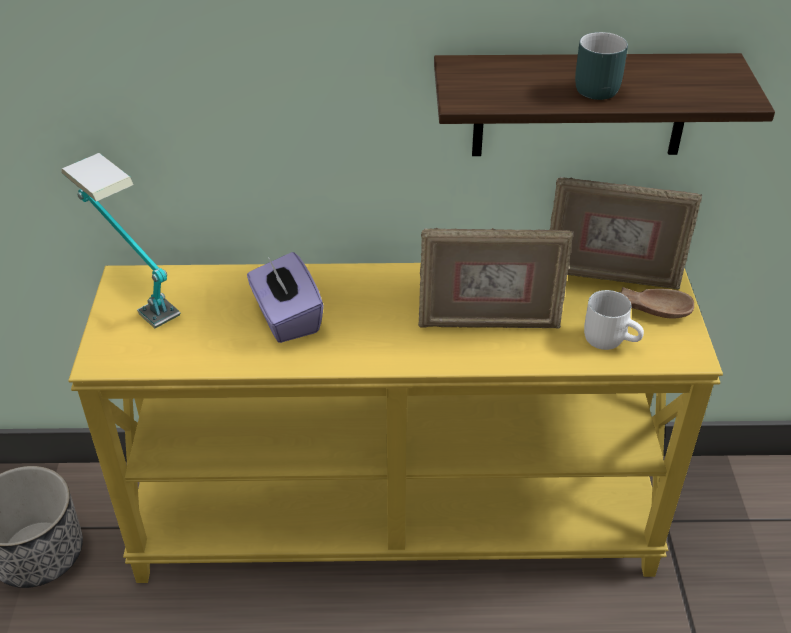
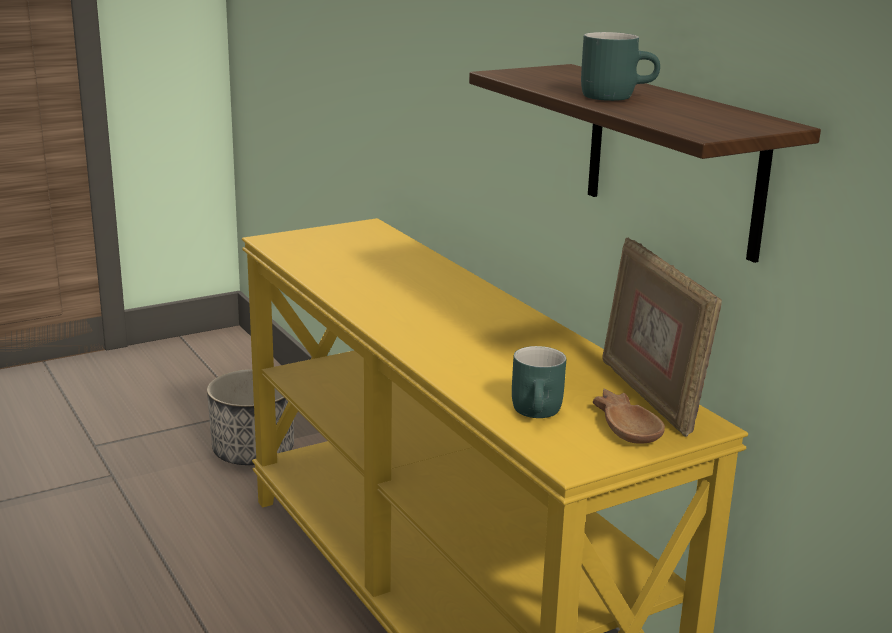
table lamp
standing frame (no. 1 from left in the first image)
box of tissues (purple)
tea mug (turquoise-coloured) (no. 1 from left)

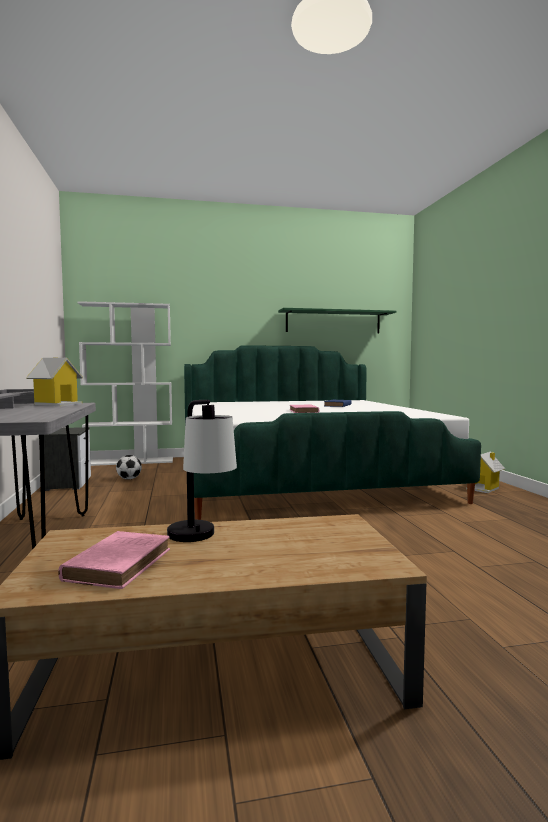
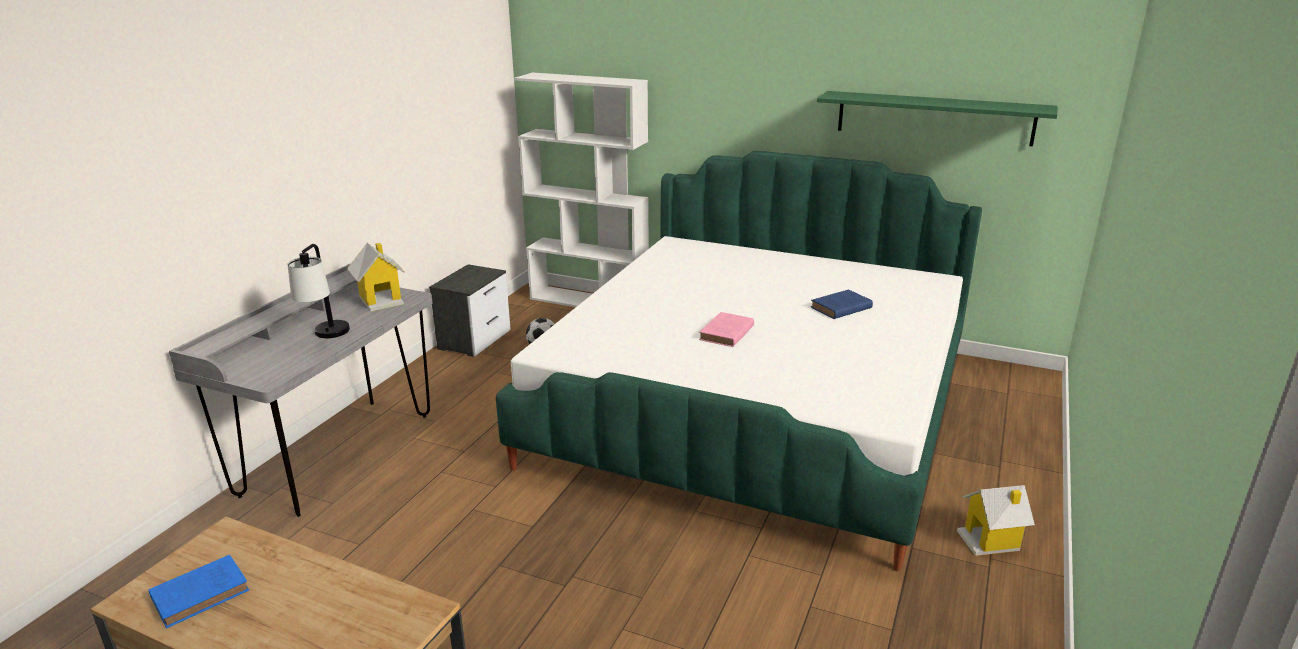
table lamp
bound book (blue) (no. 1 from left)

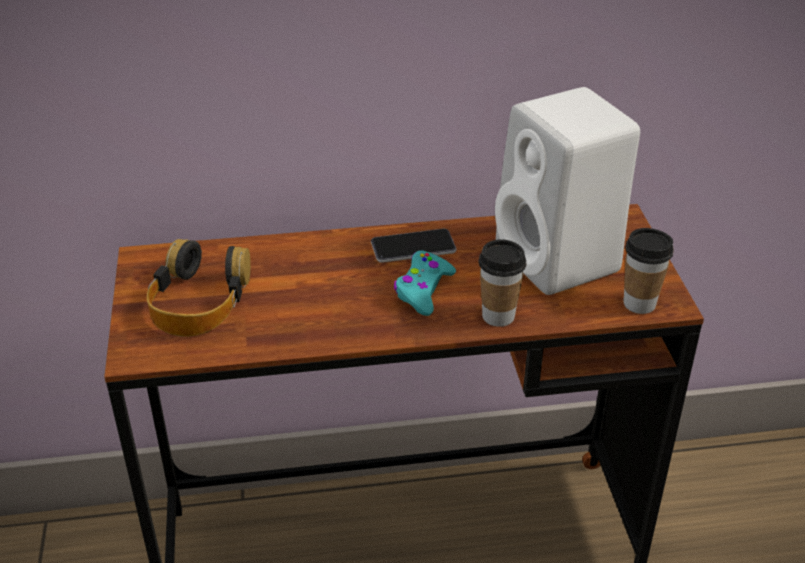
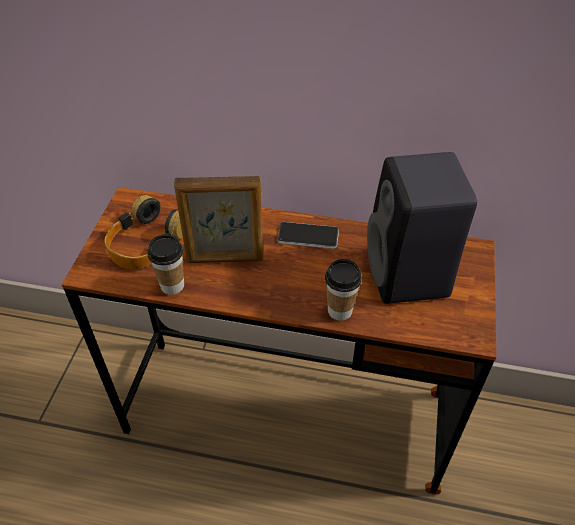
loudspeaker (black-coloured)
drinking cup (no. 1 from left)
game controller (turquoise-coloured)
standing frame

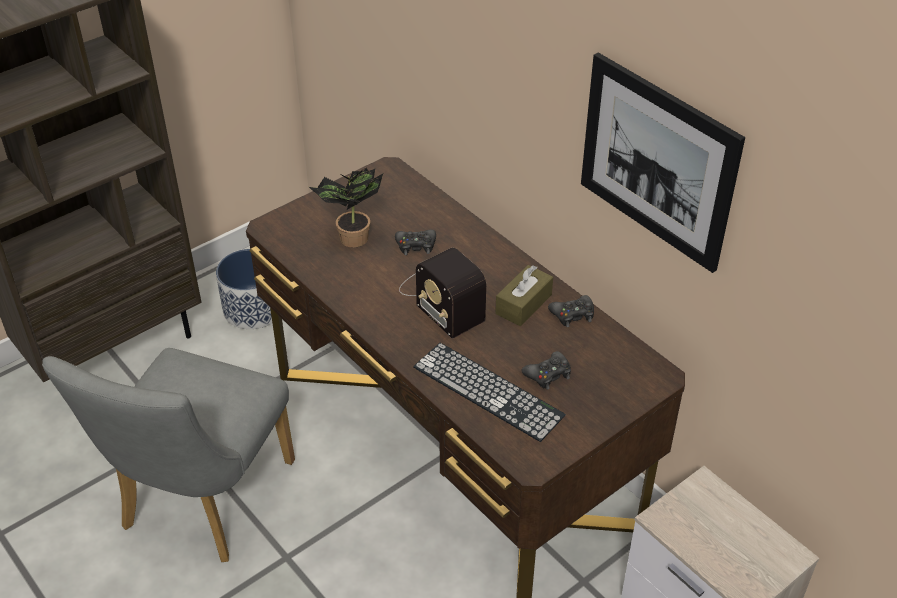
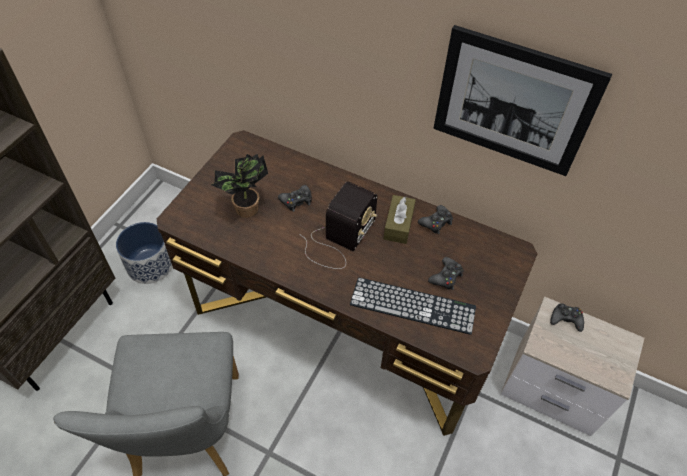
radio
game controller (black-coloured) (no. 4 from left)

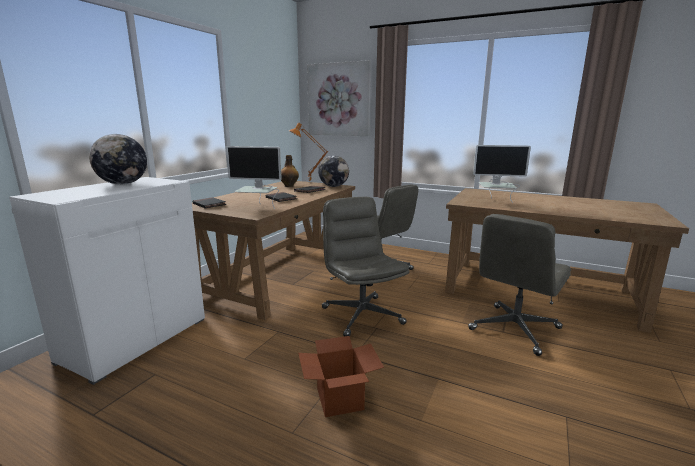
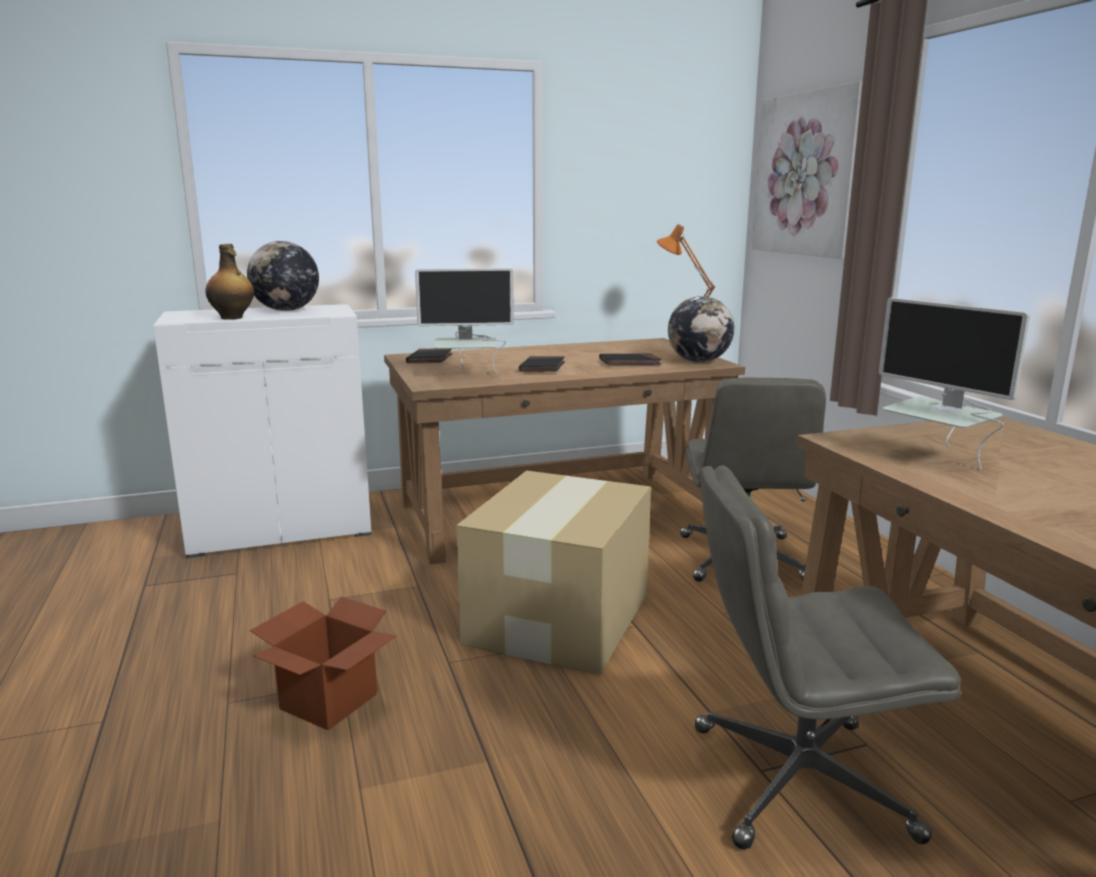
monitor (no. 1 from left)
beverage bottle
carton (no. 2 from left)

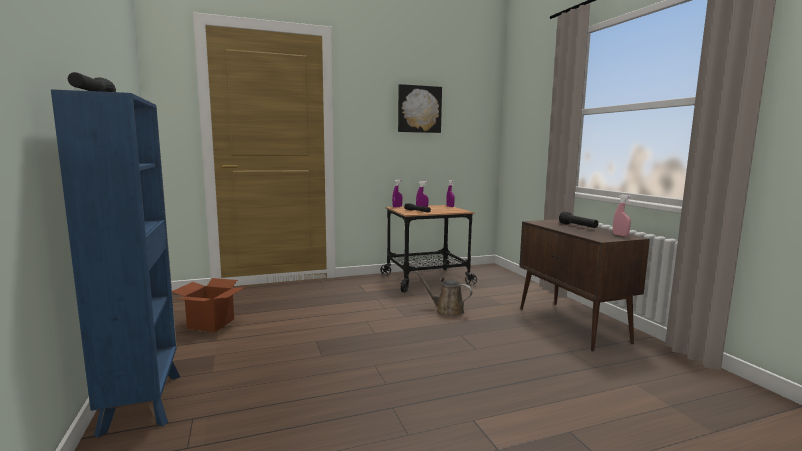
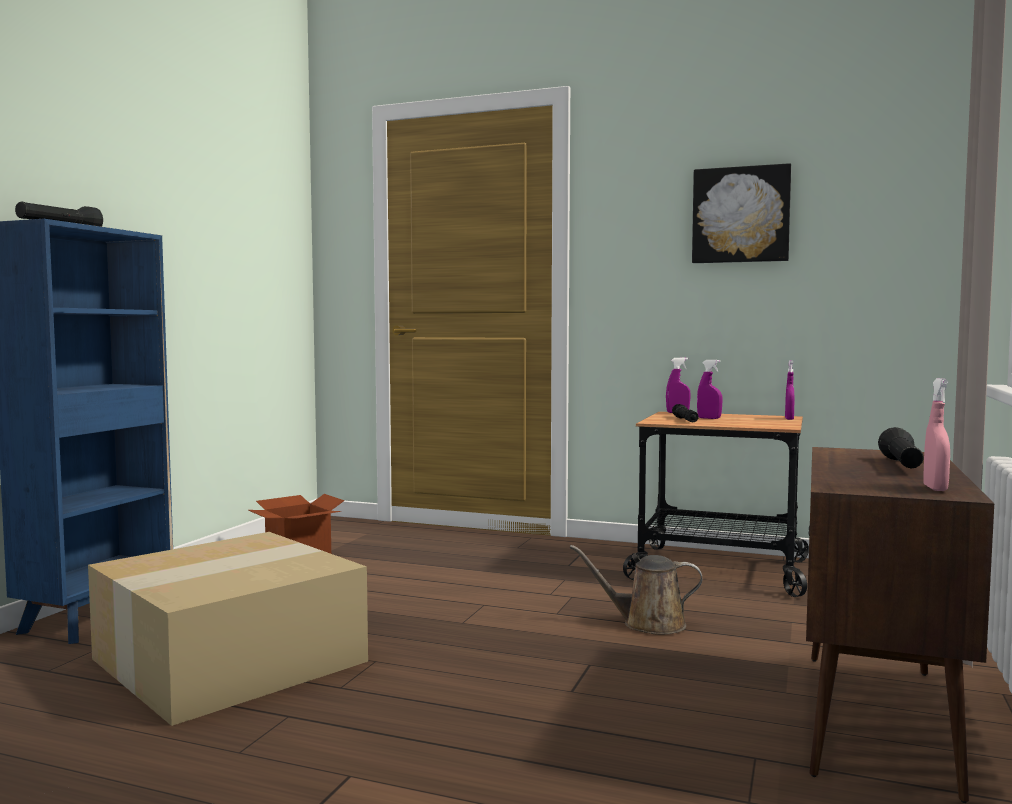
sprinkling can (brownish)
carton (no. 1 from left)

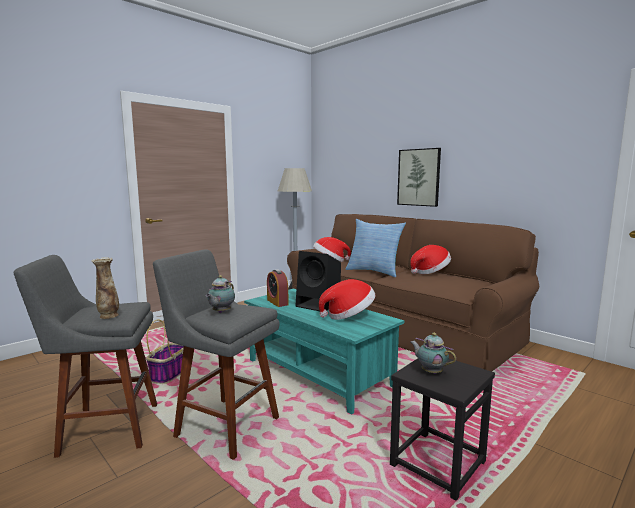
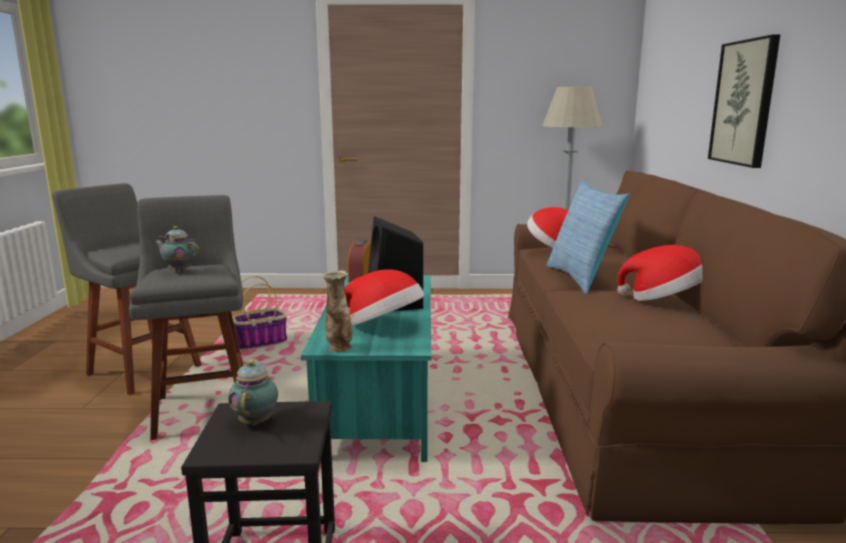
vase
pot for tea (no. 1 from left)

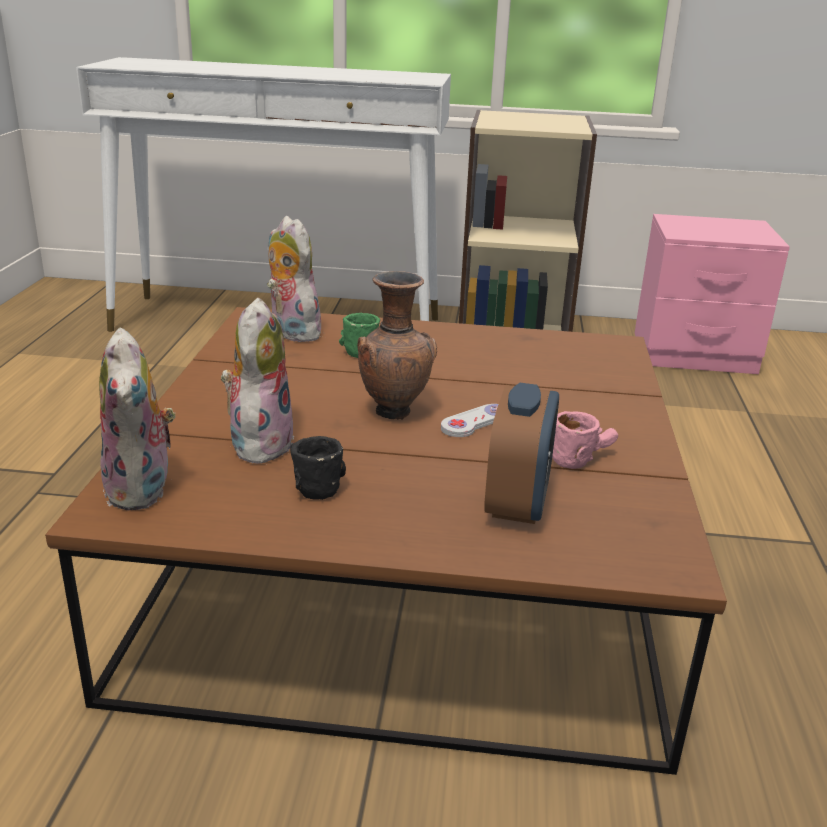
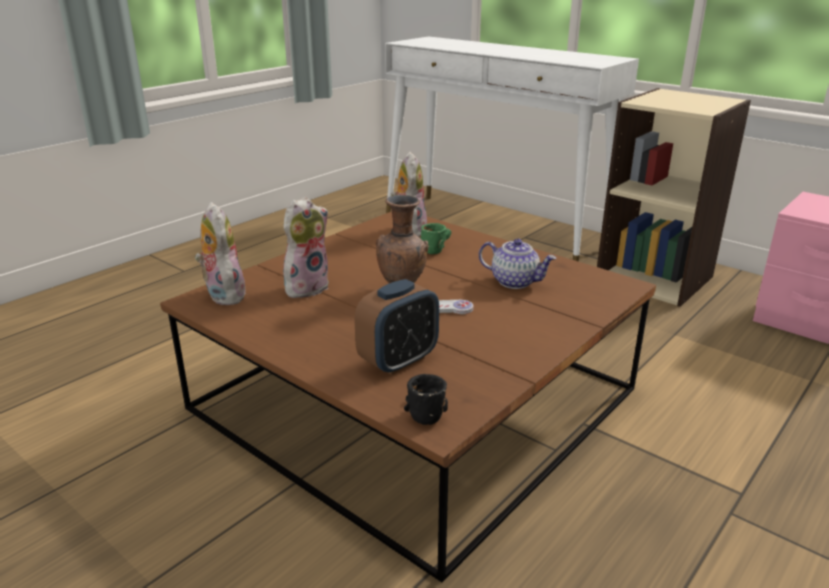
soft toy (no. 1 from left)
tea mug (pinkish)
tea mug (black-coloured)
pot for tea

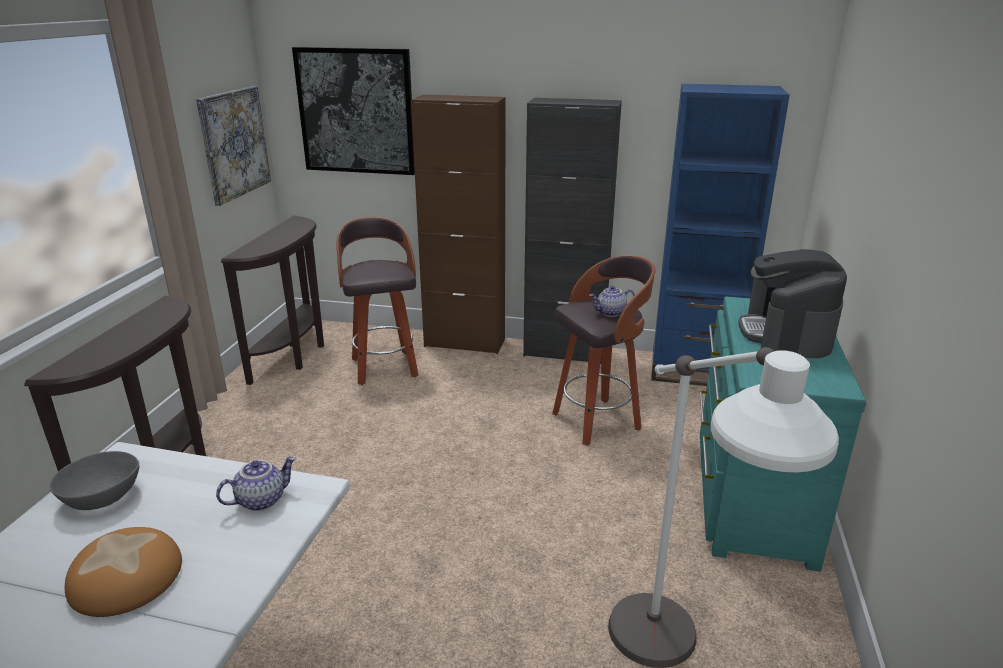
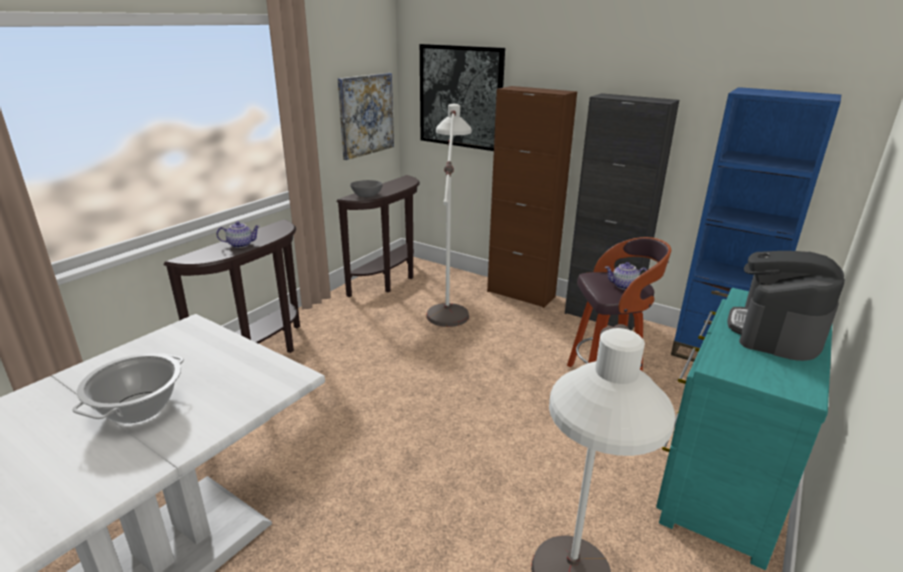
standing lamp (white) (no. 1 from left)
deep dish (greyish)
pot for tea (no. 1 from left)
cooking pot

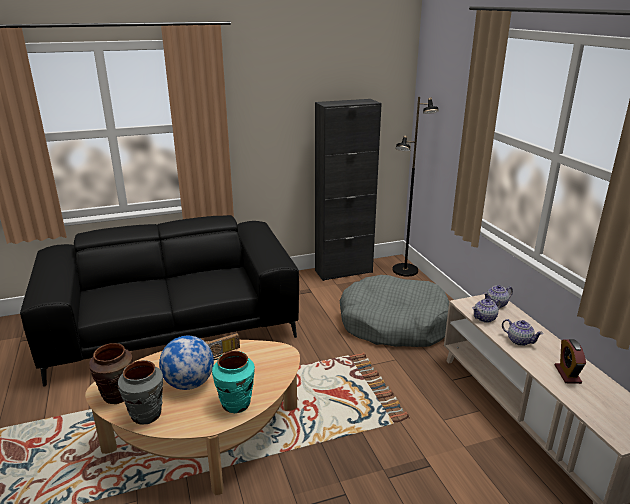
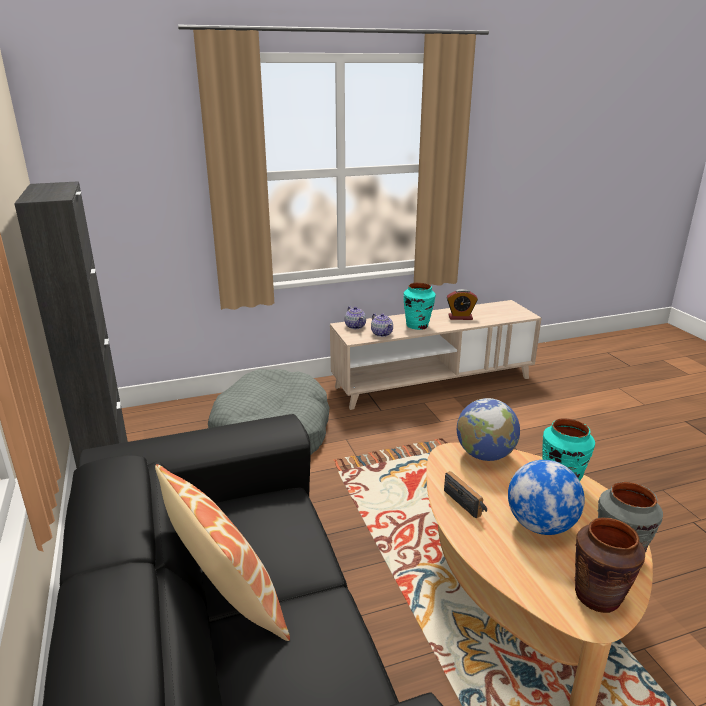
standing lamp (black-coloured)
vase (turquoise-coloured) (no. 1 from left)
globe (no. 1 from left)
pillow

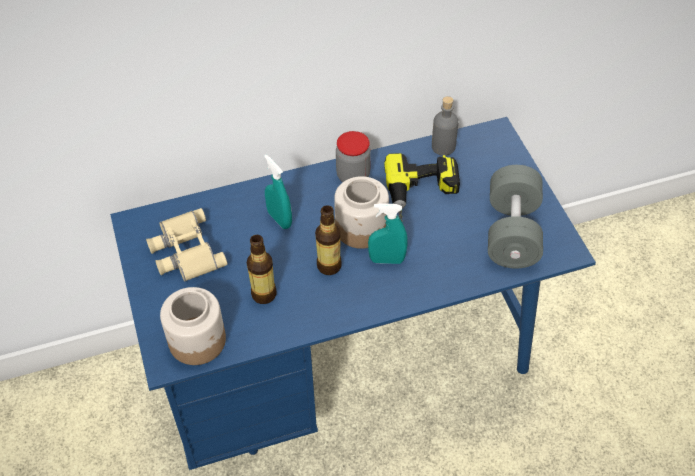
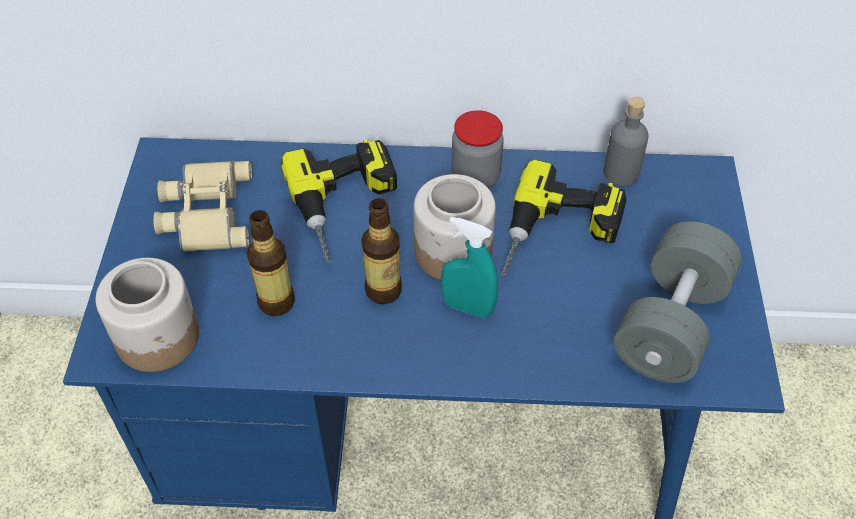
power drill (no. 1 from left)

